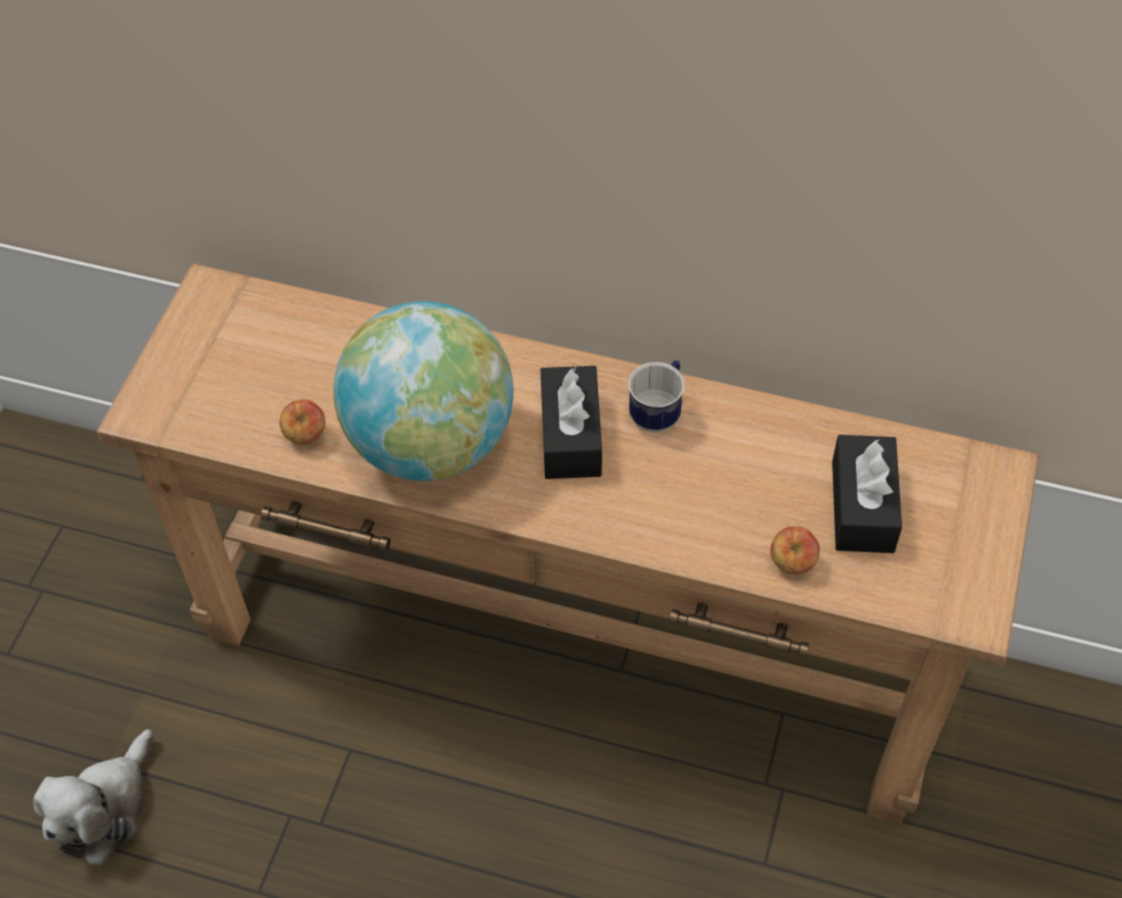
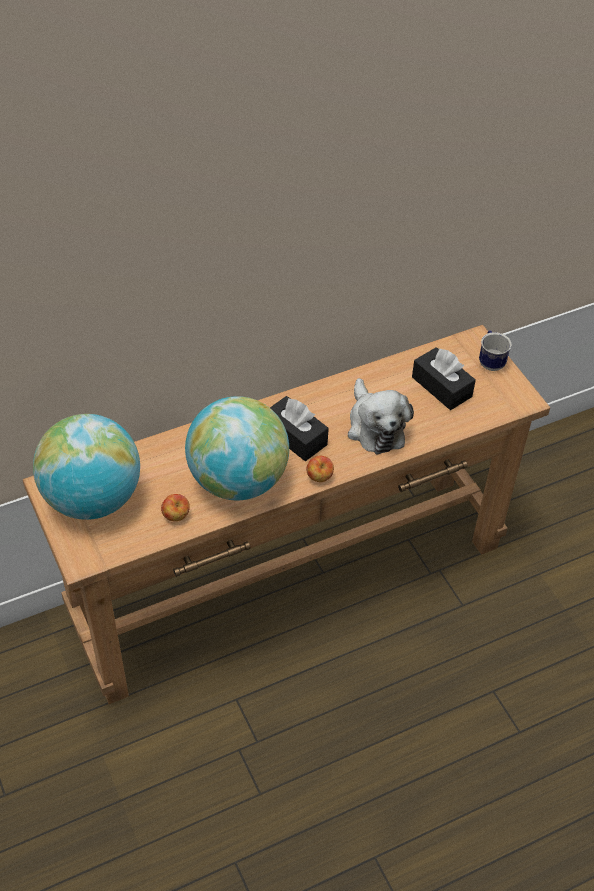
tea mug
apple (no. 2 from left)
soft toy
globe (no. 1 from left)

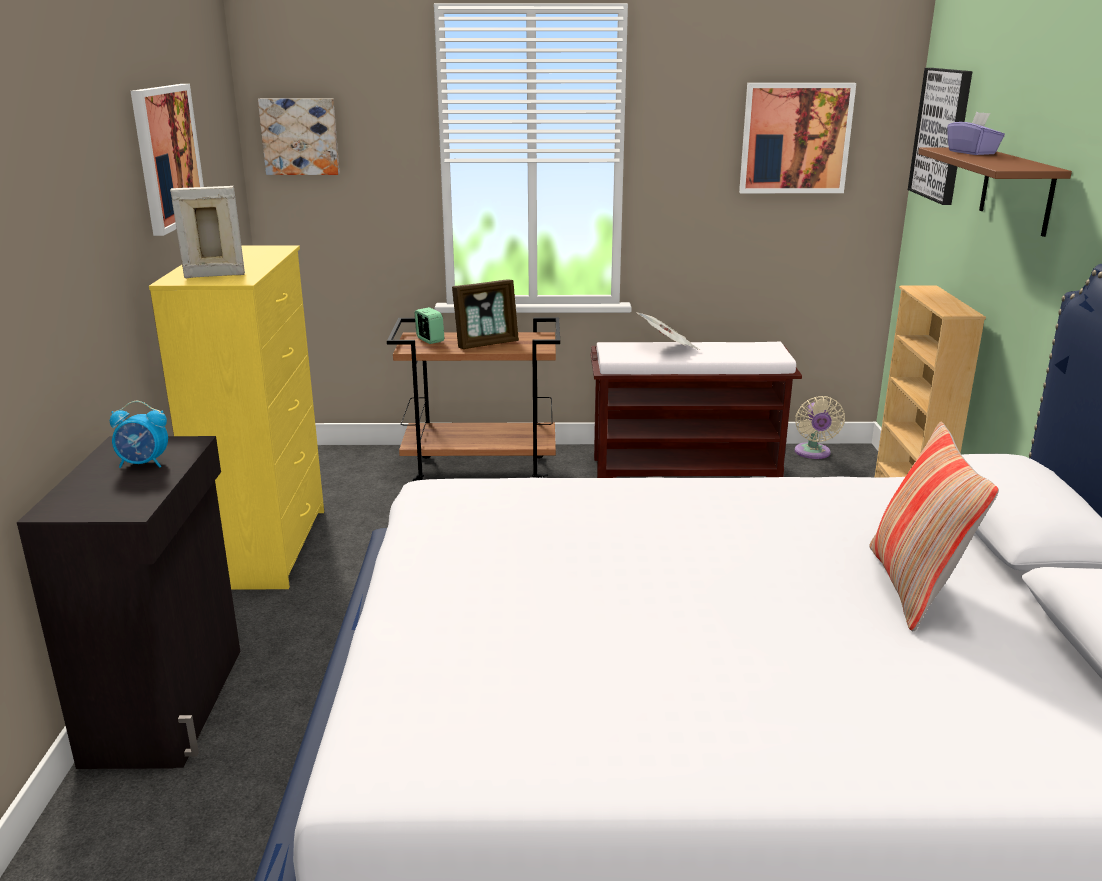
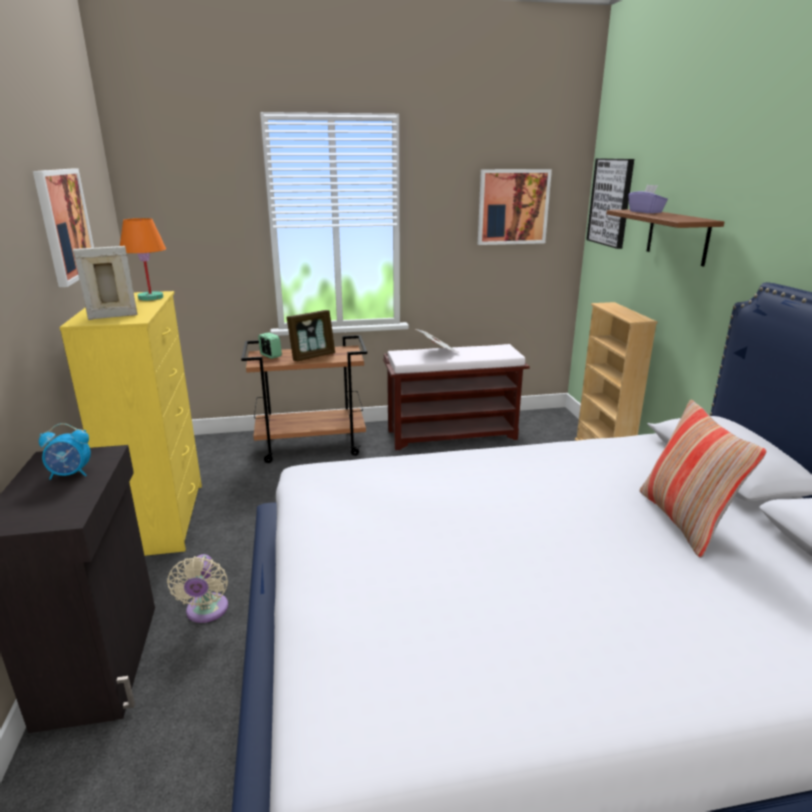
wall art (no. 2 from left in the first image)
fan (beige-coloured)
table lamp (orangey)

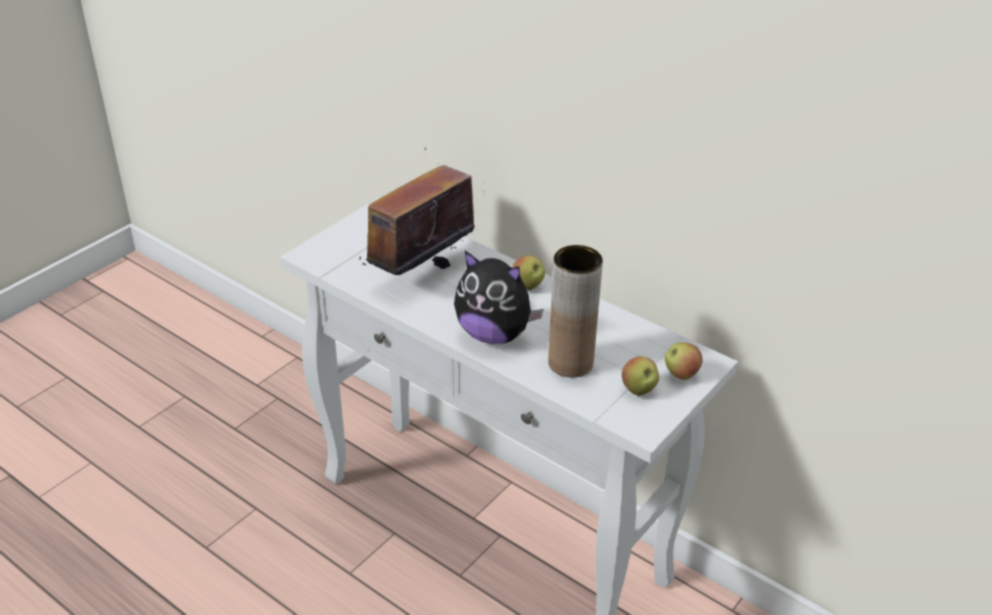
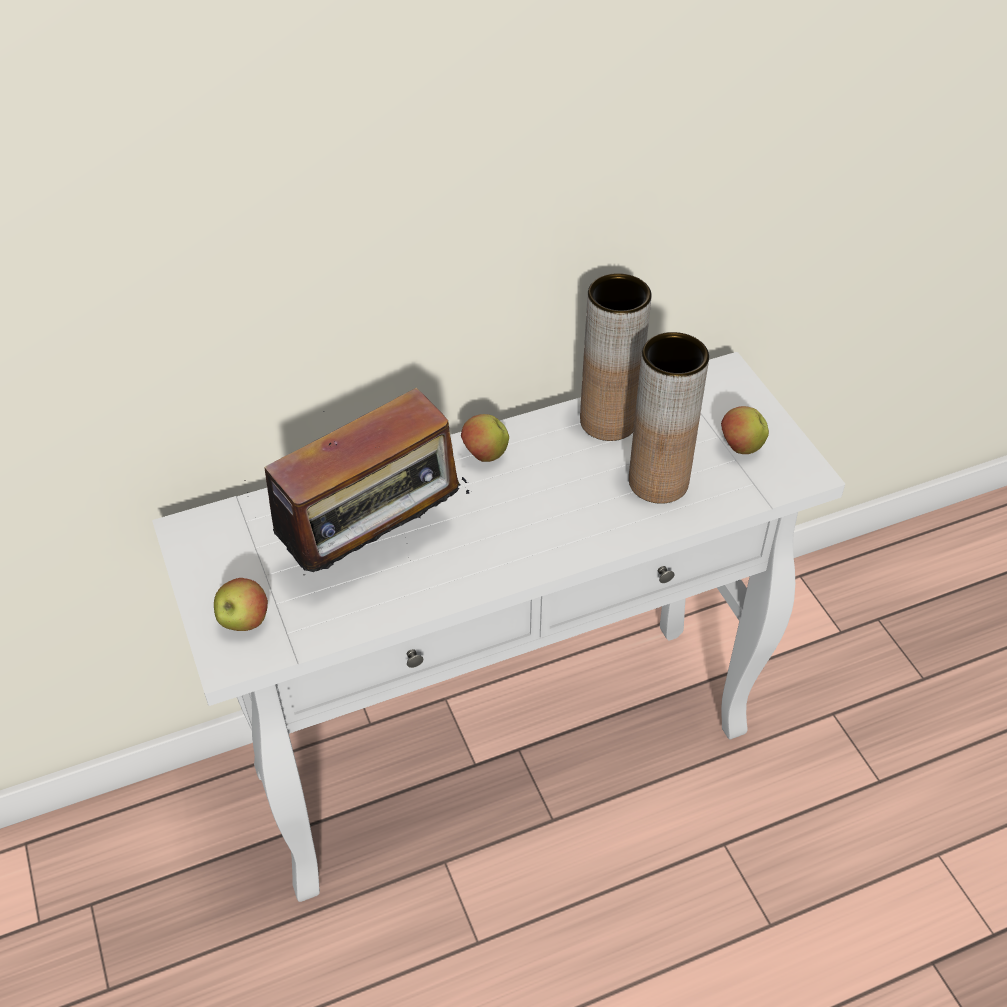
radio
soft toy
apple (no. 1 from left)
vase (brownish) (no. 1 from left)

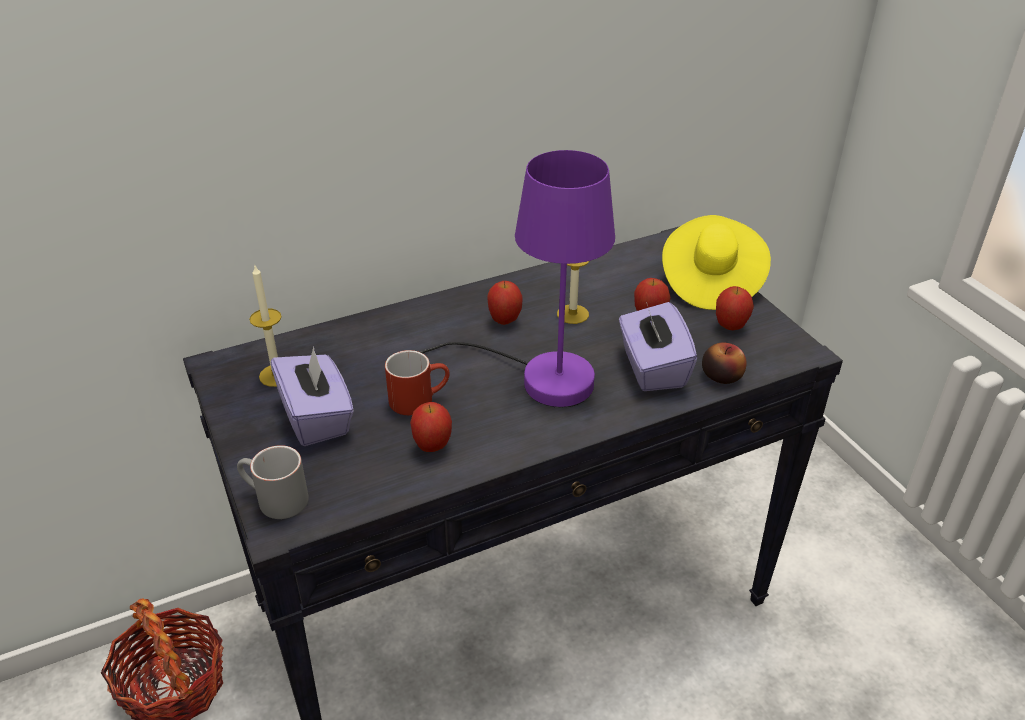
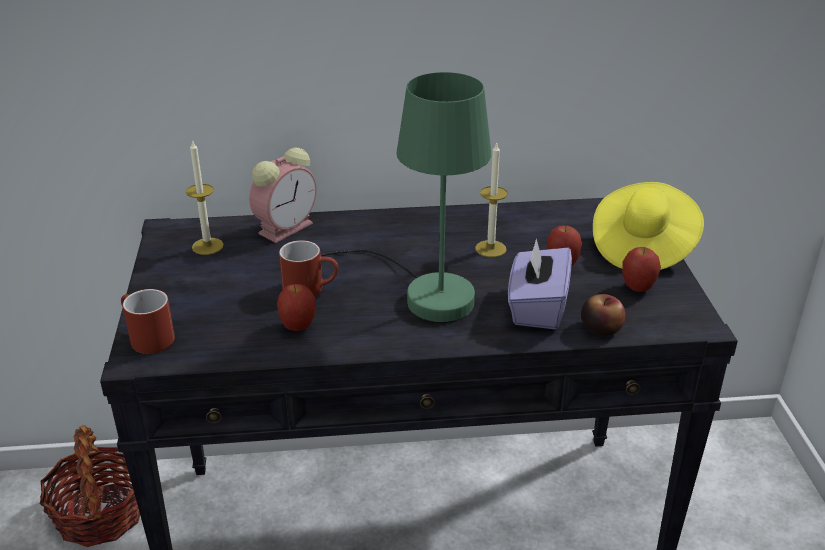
table lamp (green)
apple (no. 2 from left in the first image)
box of tissues (purple) (no. 1 from left in the first image)
tea mug (red-coloured) (no. 1 from left)
table clock

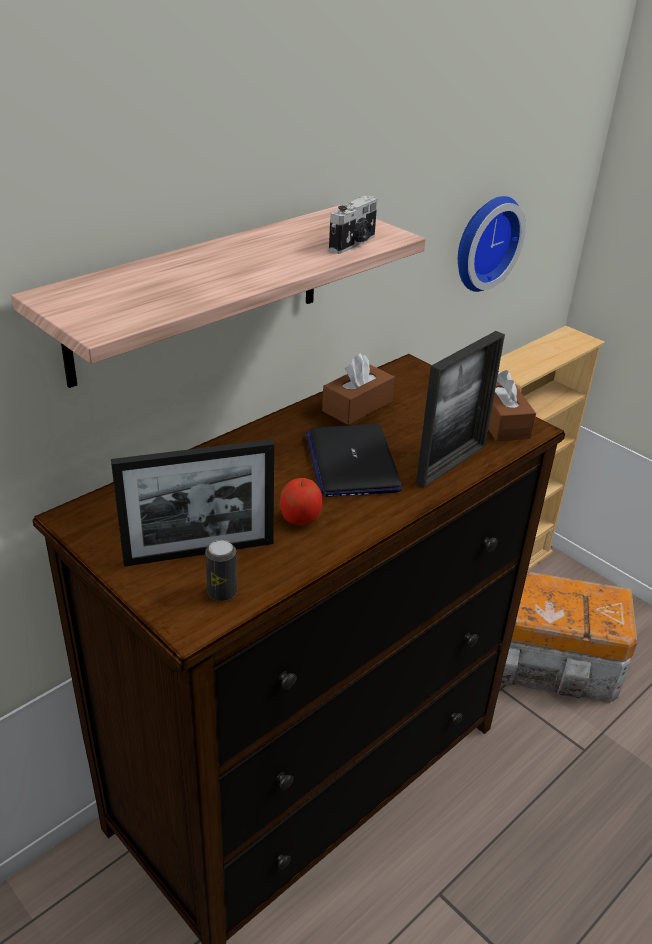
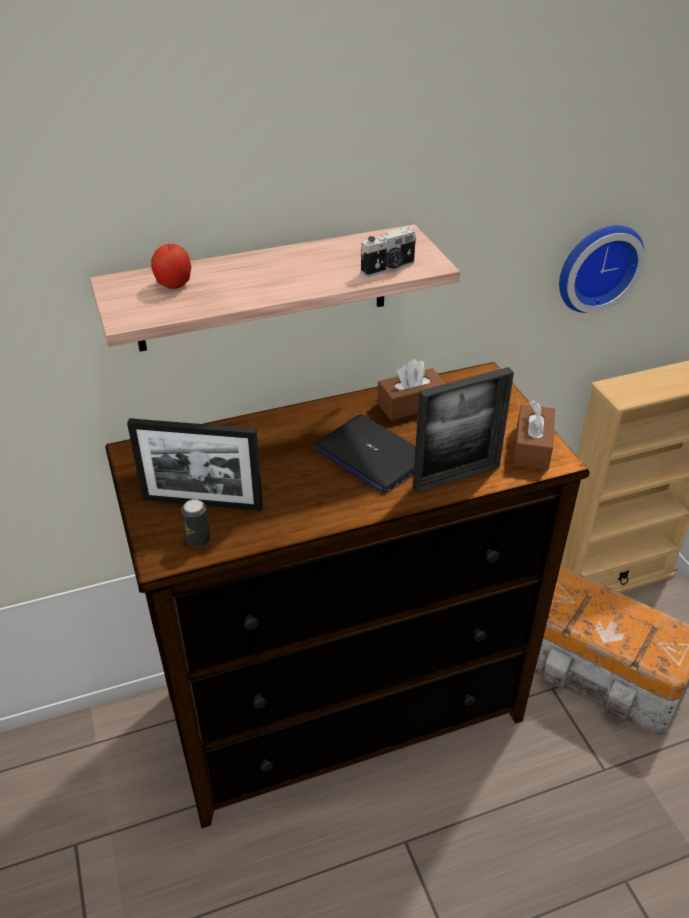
laptop
apple

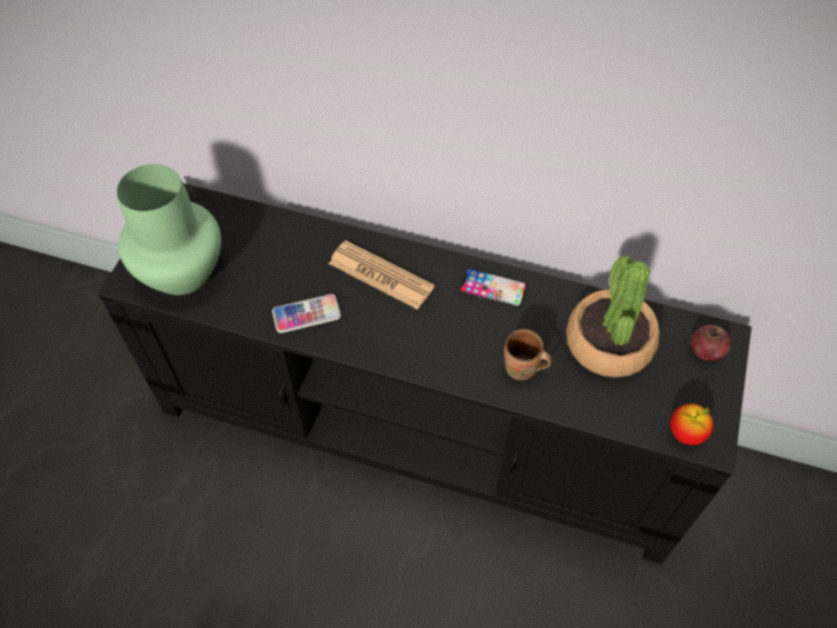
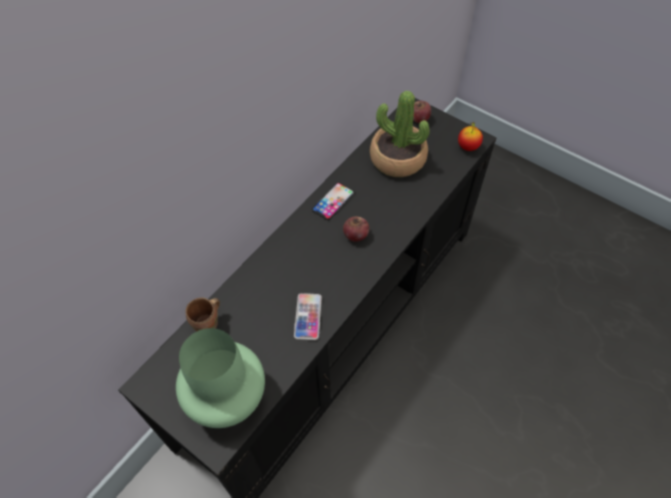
newspaper
tea mug (brownish)
apple (no. 1 from left)

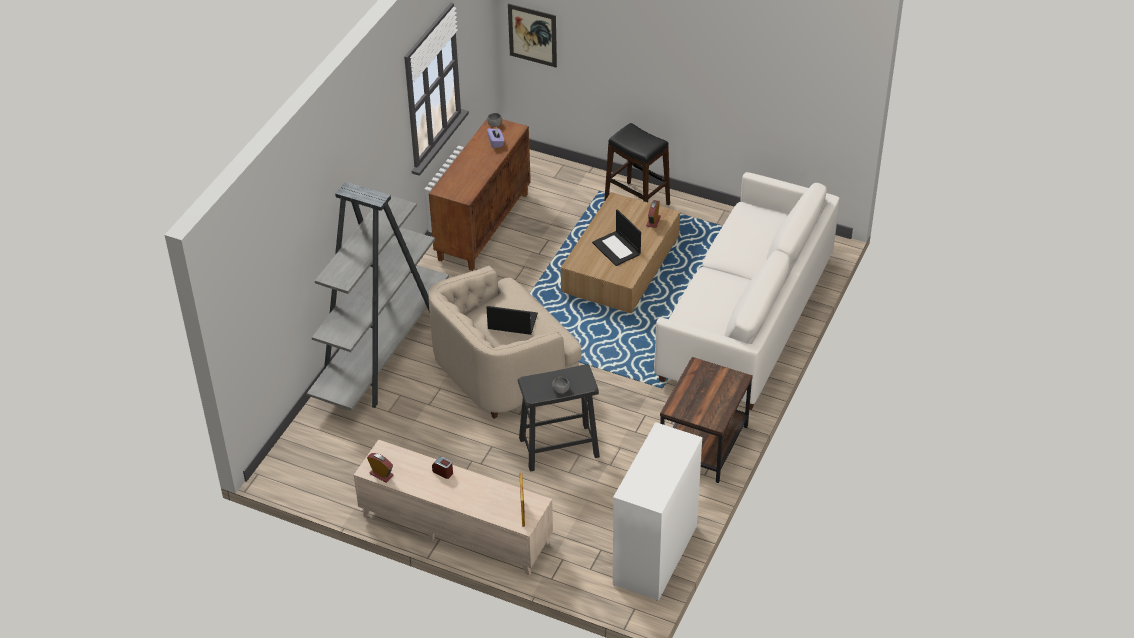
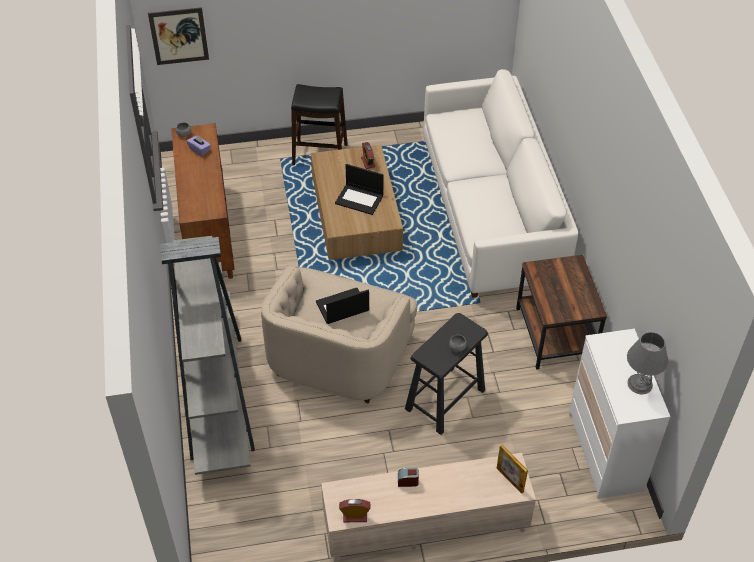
table lamp (greyish)

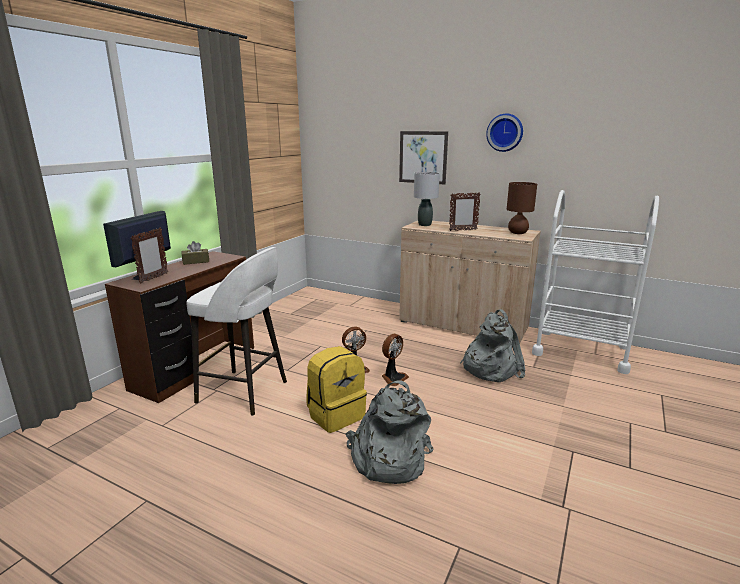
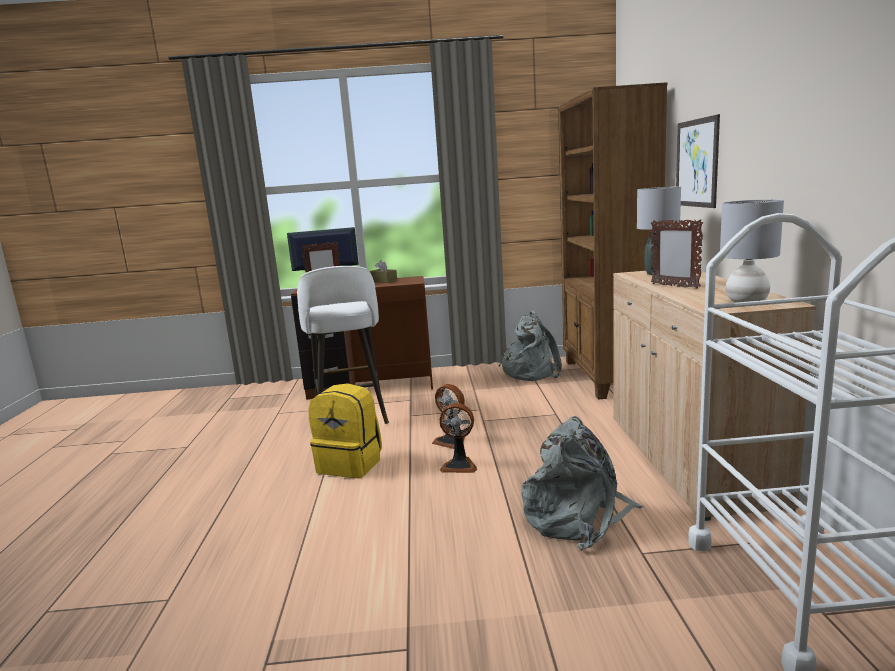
wall clock
table lamp (greyish) (no. 2 from left)
knapsack (greyish) (no. 1 from left)
shelving unit (brownish)

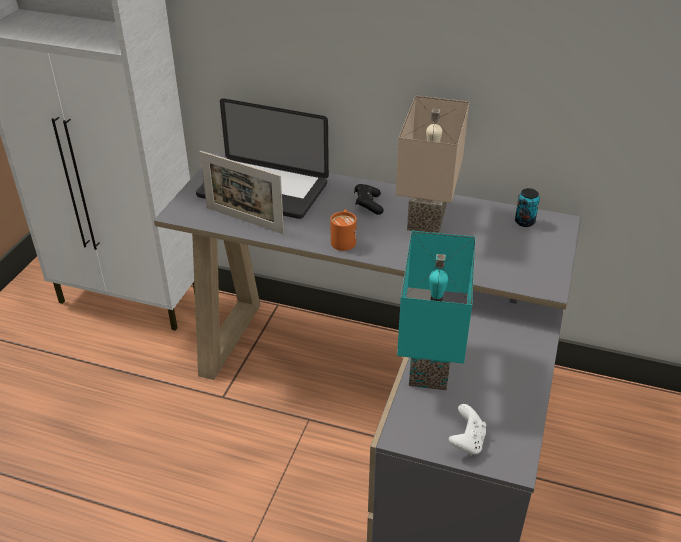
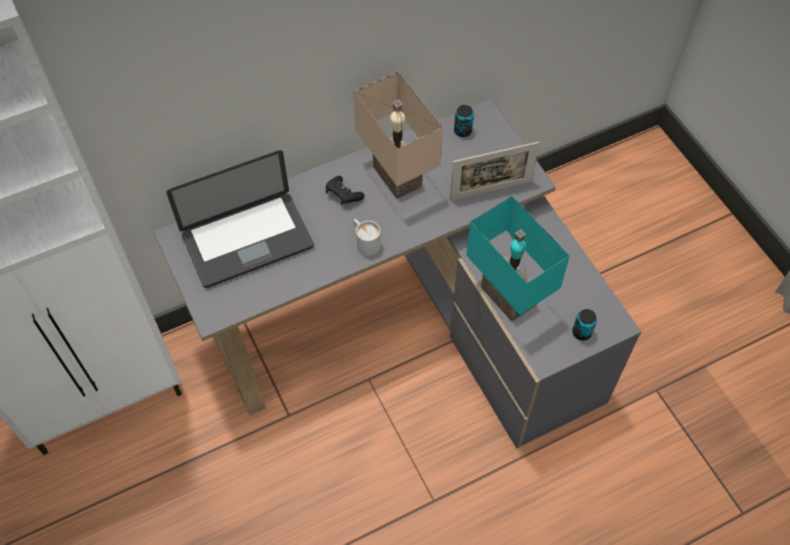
standing frame
tea mug (white)
can (no. 2 from left)

